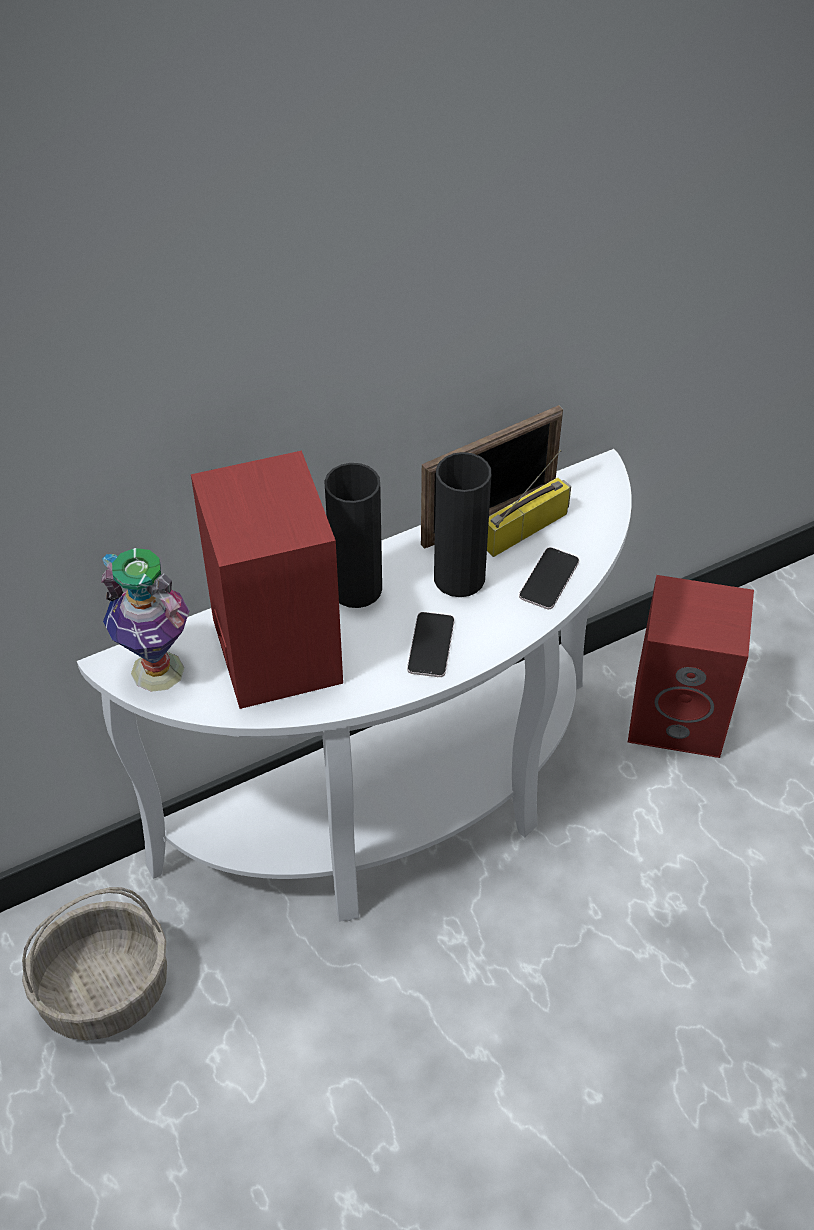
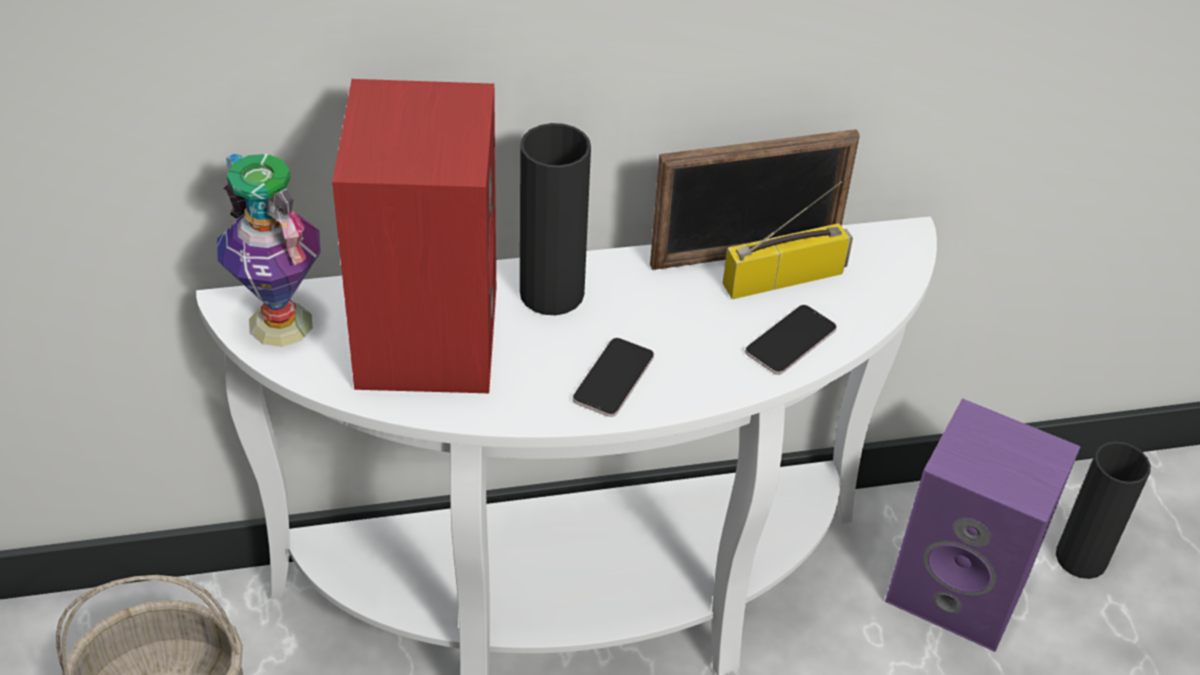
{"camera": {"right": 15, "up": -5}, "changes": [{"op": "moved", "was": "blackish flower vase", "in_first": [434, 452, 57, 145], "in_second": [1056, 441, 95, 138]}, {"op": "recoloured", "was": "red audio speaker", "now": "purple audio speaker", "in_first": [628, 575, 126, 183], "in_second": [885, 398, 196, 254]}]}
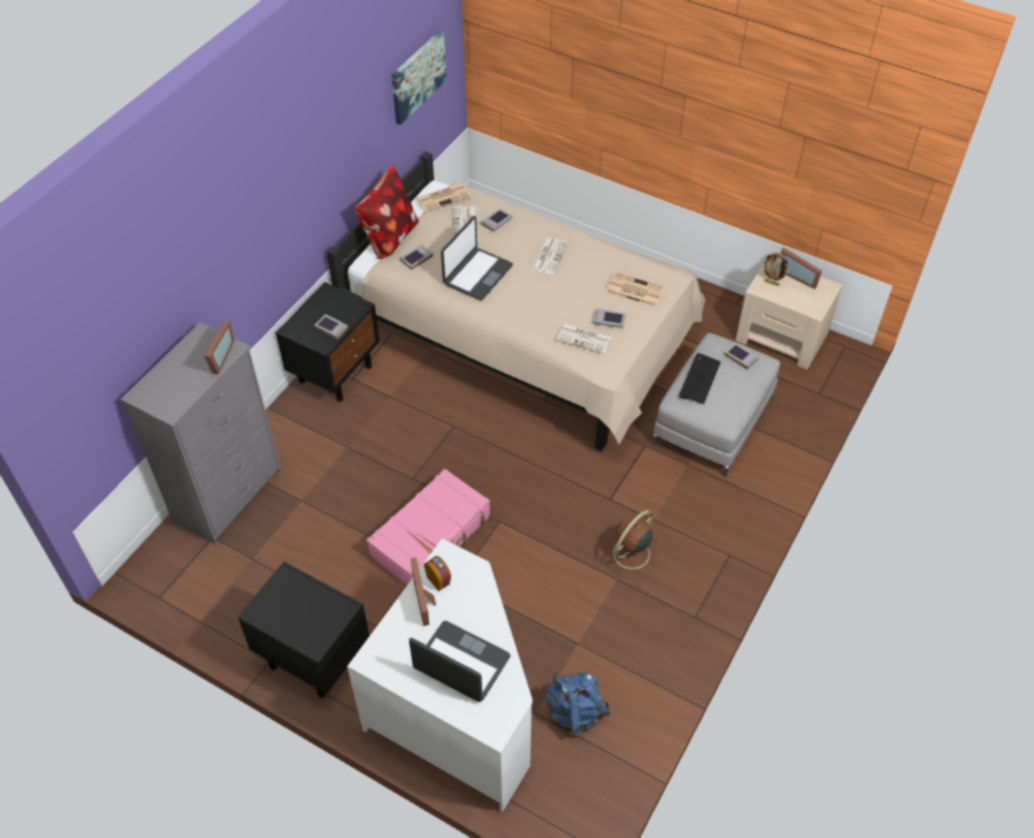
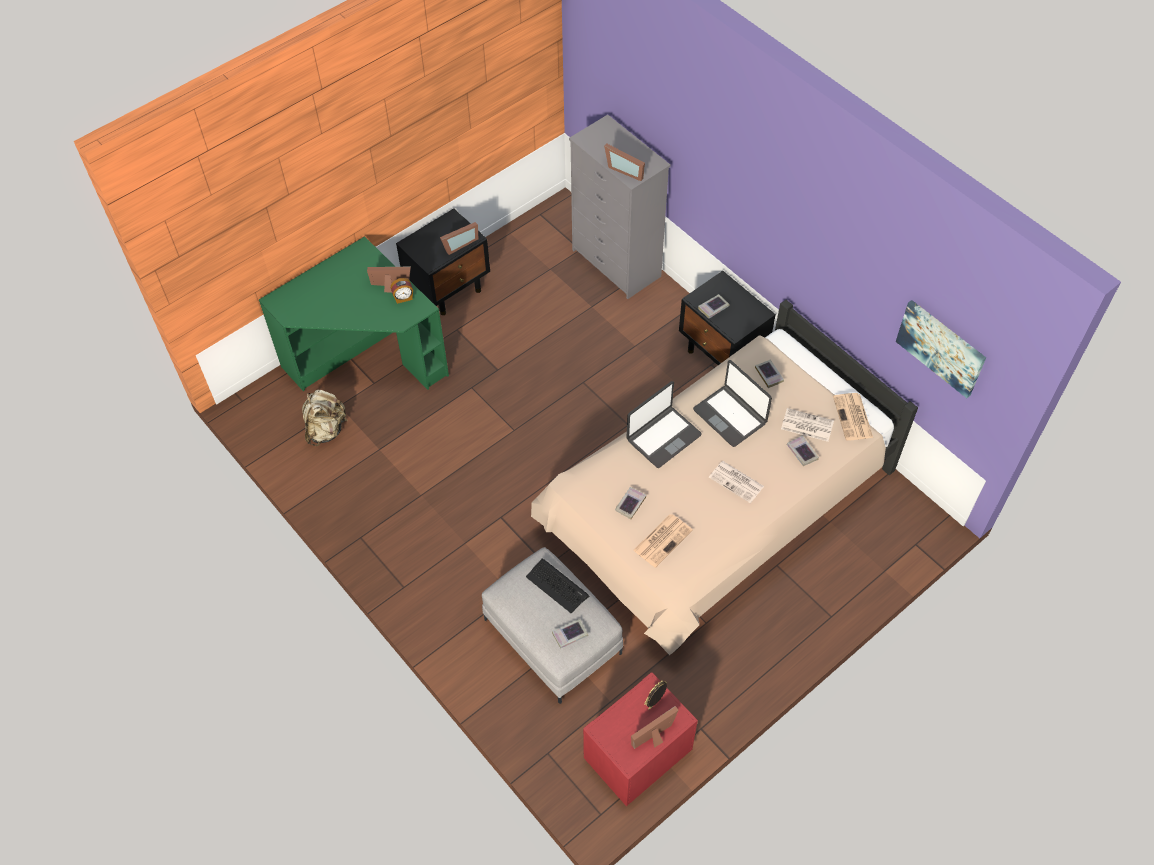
{"camera": {"right": 110, "up": 5}, "changes": [{"op": "removed", "was": "throw pillow", "in_first": [354, 165, 65, 94]}, {"op": "recoloured", "was": "beige bedside table", "now": "red bedside table", "in_first": [736, 264, 107, 105], "in_second": [583, 672, 115, 134]}, {"op": "removed", "was": "printed paper", "in_first": [556, 324, 55, 30]}, {"op": "removed", "was": "pink piece of luggage", "in_first": [366, 468, 124, 117]}, {"op": "removed", "was": "brownish fan", "in_first": [604, 510, 54, 69]}, {"op": "recoloured", "was": "white-coloured desk table", "now": "green-coloured desk table", "in_first": [347, 538, 185, 274], "in_second": [259, 236, 190, 155]}, {"op": "moved", "was": "laptop", "in_first": [409, 621, 102, 81], "in_second": [627, 381, 75, 87]}, {"op": "recoloured", "was": "blue knapsack", "now": "beige knapsack", "in_first": [545, 672, 65, 64], "in_second": [302, 390, 45, 56]}, {"op": "added", "now": "photo frame", "in_second": [440, 222, 39, 33]}]}
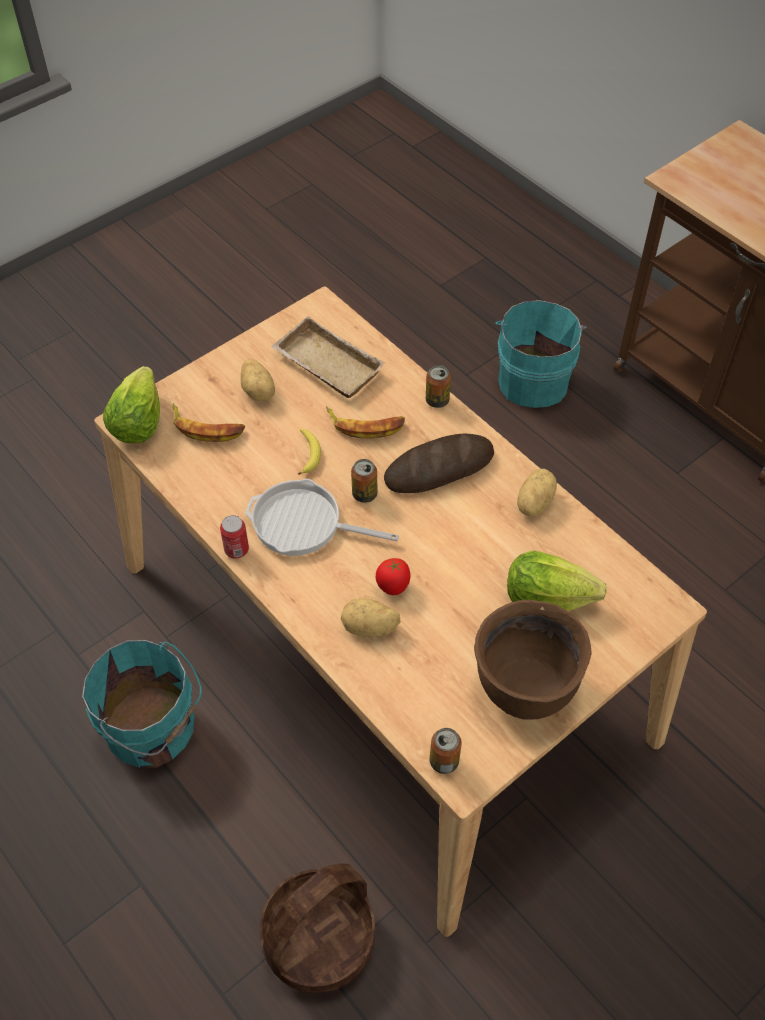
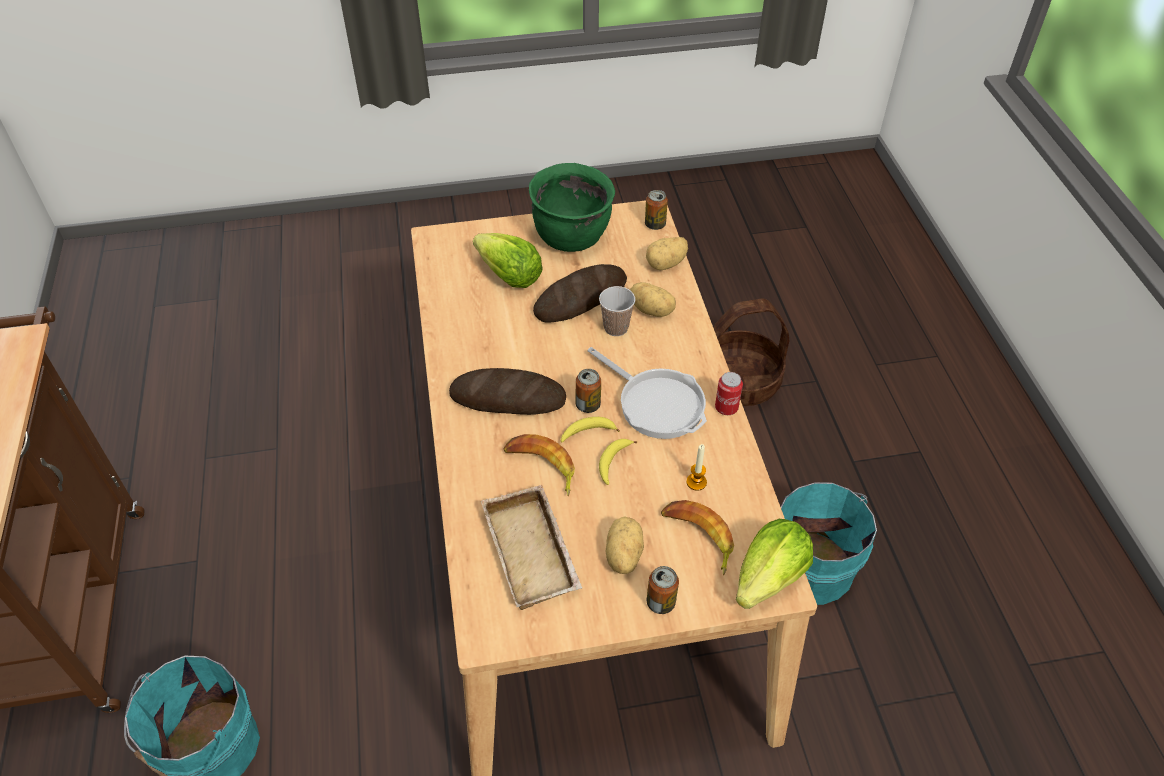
{"camera": {"right": -150, "up": -5}, "changes": [{"op": "moved", "was": "sealed can", "in_first": [426, 365, 25, 43], "in_second": [647, 566, 32, 48]}, {"op": "moved", "was": "spud", "in_first": [517, 469, 40, 48], "in_second": [646, 237, 42, 33]}, {"op": "replaced", "was": "fresh tomato", "now": "small cup", "in_first": [376, 558, 35, 37], "in_second": [599, 286, 36, 50]}, {"op": "recoloured", "was": "brownish saucepot", "now": "green-coloured saucepot", "in_first": [474, 600, 118, 120], "in_second": [529, 163, 86, 89]}, {"op": "added", "now": "baked bread", "in_second": [533, 264, 94, 59]}, {"op": "added", "now": "banana", "in_second": [561, 417, 59, 25]}, {"op": "added", "now": "wax light", "in_second": [686, 444, 21, 47]}]}
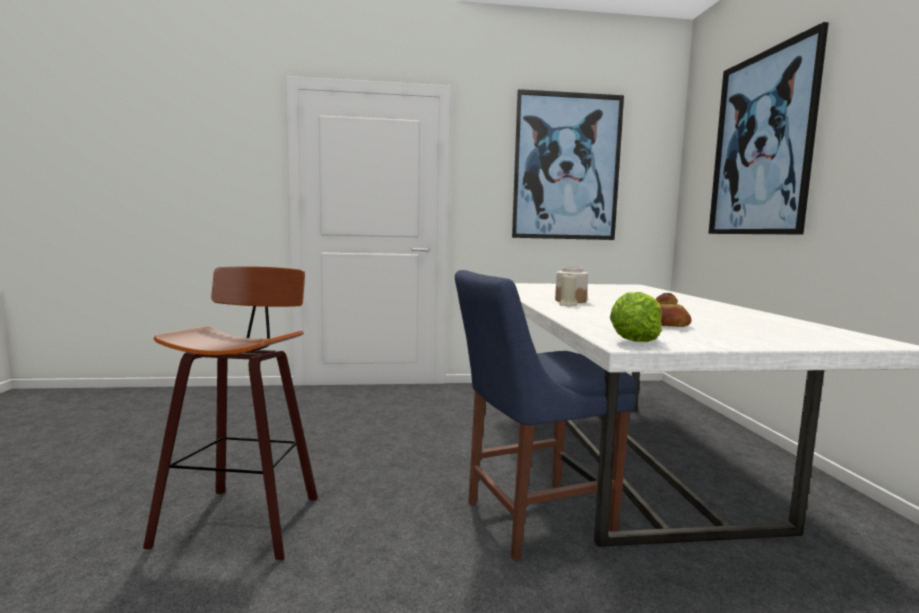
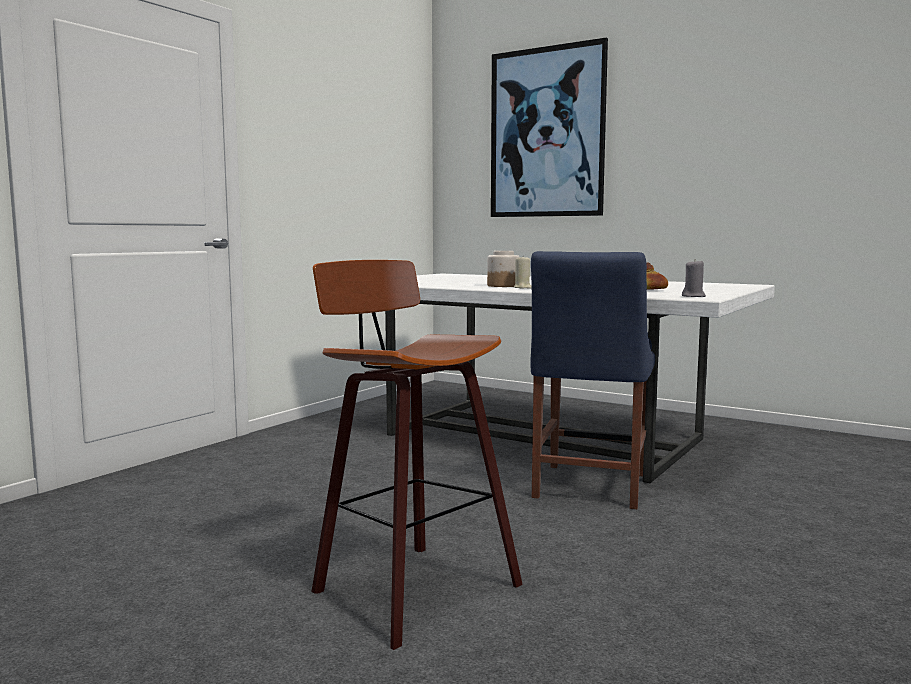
{"camera": {"right": -50, "up": 0}, "changes": [{"op": "removed", "was": "wall picture", "in_first": [512, 89, 112, 151]}, {"op": "replaced", "was": "head of lettuce", "now": "greyish wax light", "in_first": [610, 292, 52, 50], "in_second": [682, 259, 24, 38]}]}
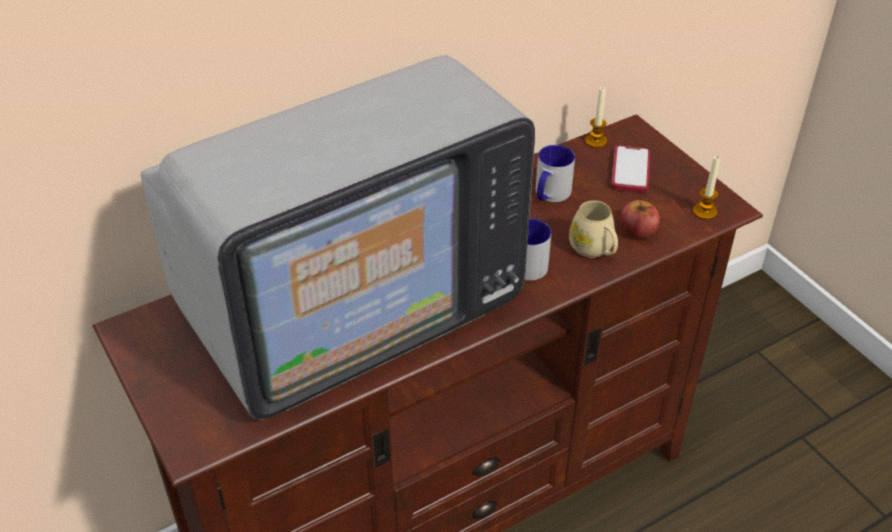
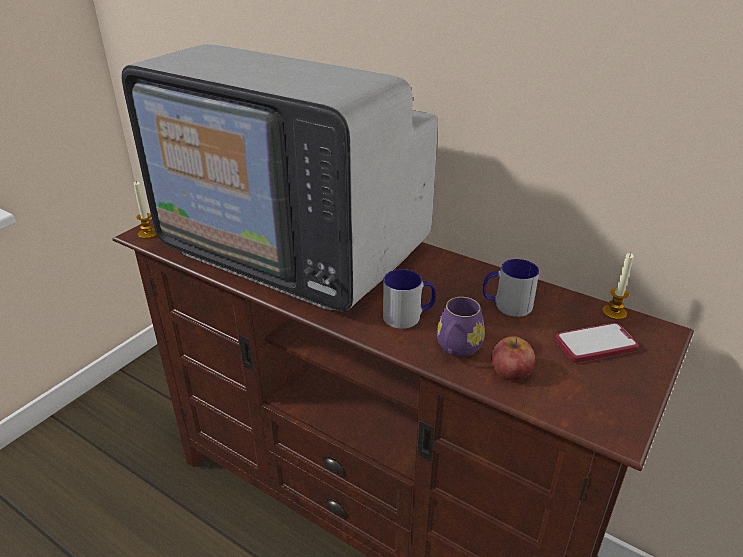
{"camera": {"right": 65, "up": -10}, "changes": [{"op": "moved", "was": "wax light", "in_first": [693, 156, 27, 64], "in_second": [134, 182, 23, 57]}, {"op": "recoloured", "was": "beige coffee mug", "now": "purple coffee mug", "in_first": [569, 200, 49, 58], "in_second": [437, 297, 48, 60]}]}
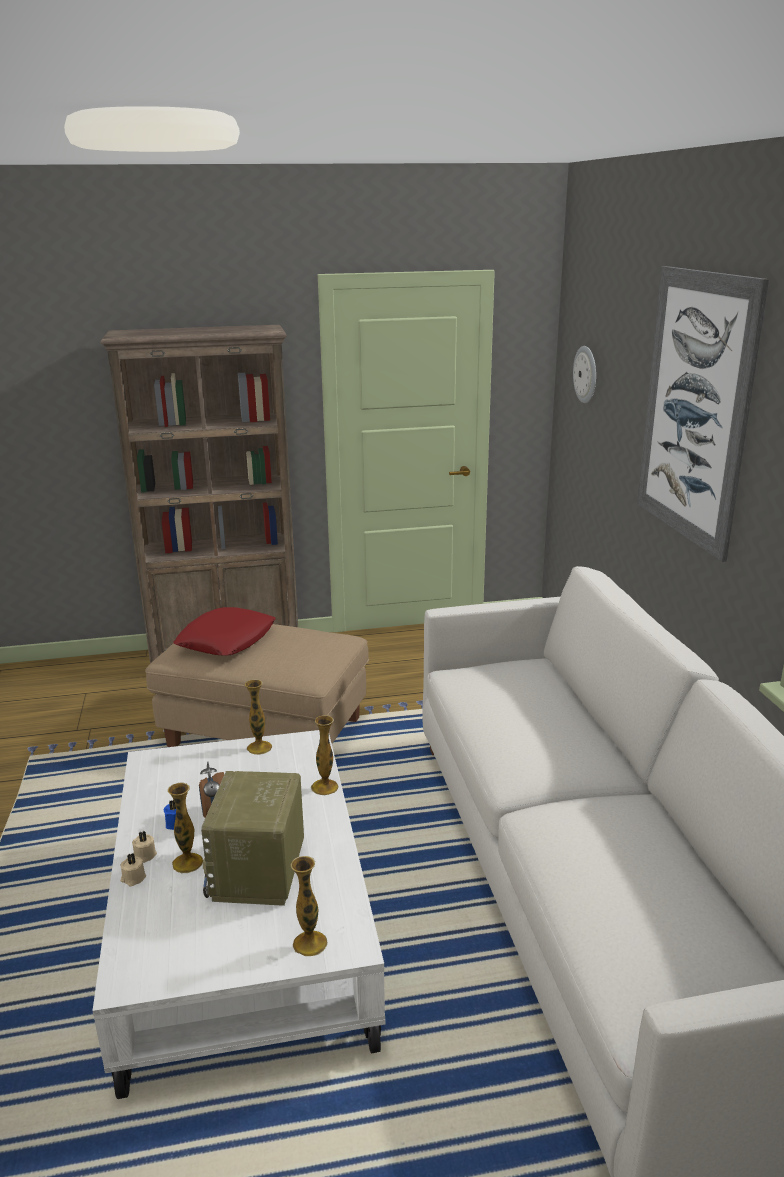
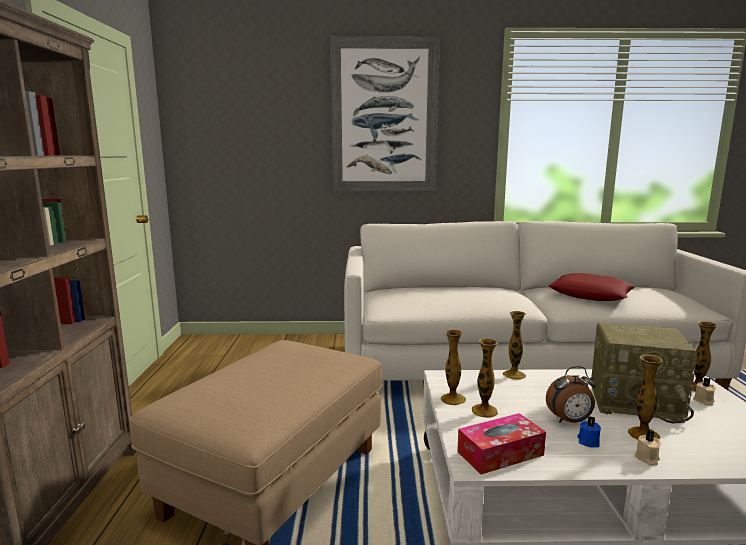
{"camera": {"right": -80, "up": -10}, "changes": [{"op": "removed", "was": "clock on the wall", "in_first": [573, 346, 23, 57]}, {"op": "moved", "was": "red throw pillow", "in_first": [173, 607, 103, 49], "in_second": [549, 273, 86, 28]}, {"op": "moved", "was": "beige wax light", "in_first": [120, 853, 26, 33], "in_second": [693, 378, 23, 28]}, {"op": "added", "now": "flower vase", "in_second": [472, 338, 26, 80]}, {"op": "added", "now": "box of tissues", "in_second": [457, 413, 89, 62]}]}
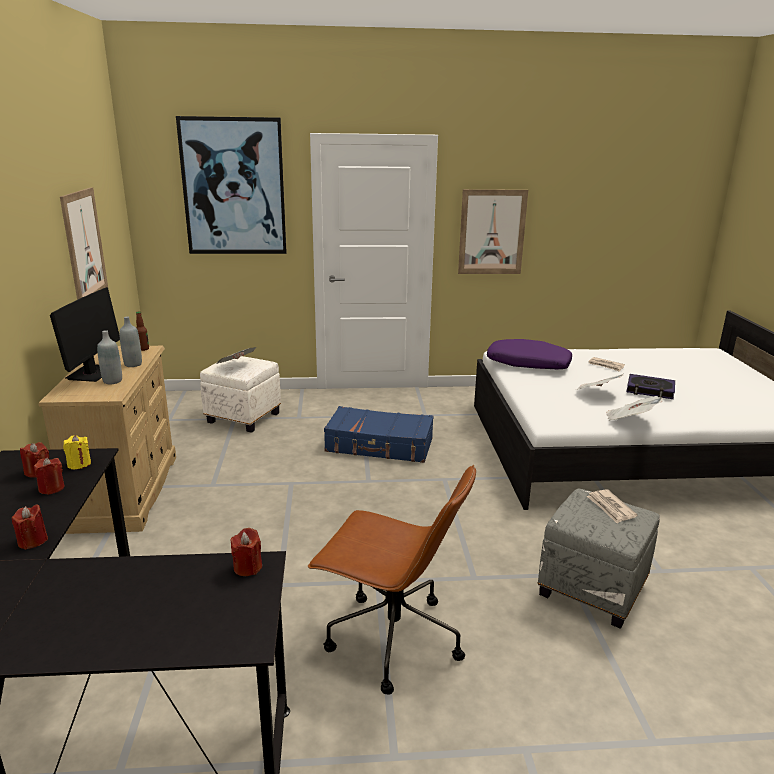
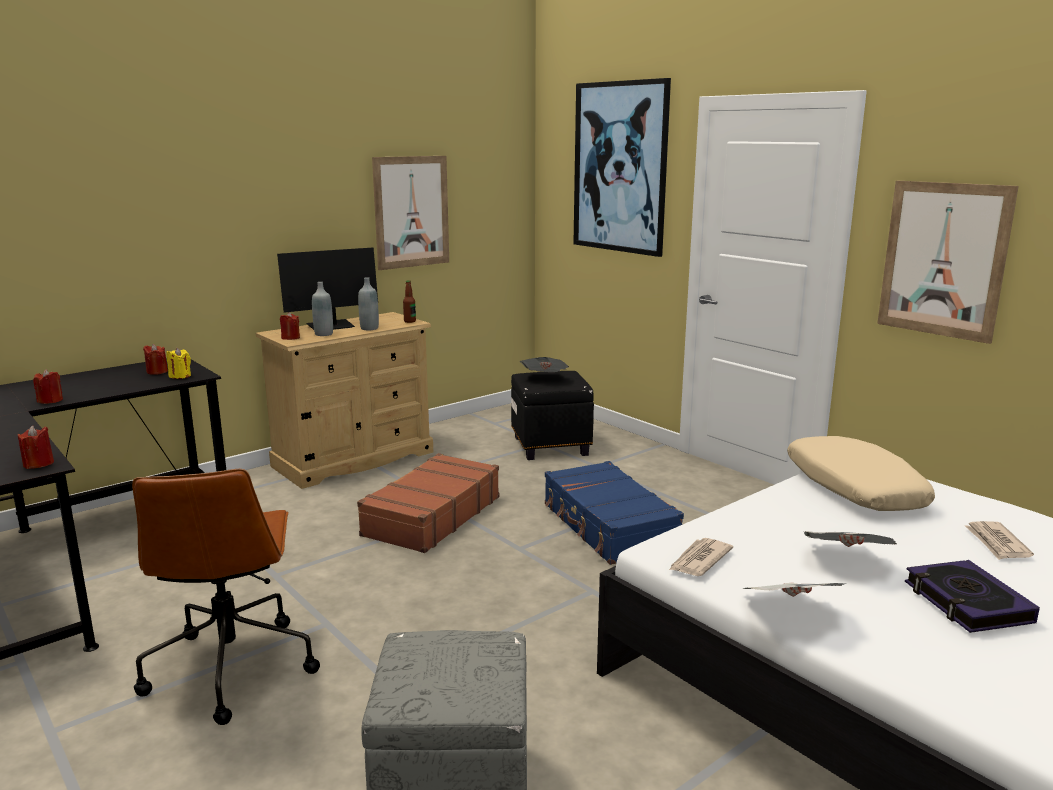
{"camera": {"right": 55, "up": -5}, "changes": [{"op": "recoloured", "was": "purple throw pillow", "now": "beige throw pillow", "in_first": [487, 339, 85, 30], "in_second": [787, 436, 148, 75]}, {"op": "recoloured", "was": "white-coloured pouffe", "now": "blackish pouffe", "in_first": [200, 356, 81, 77], "in_second": [511, 371, 83, 89]}, {"op": "moved", "was": "red wax light", "in_first": [34, 458, 31, 37], "in_second": [280, 312, 20, 28]}, {"op": "moved", "was": "printed paper", "in_first": [587, 489, 50, 34], "in_second": [669, 538, 64, 38]}, {"op": "added", "now": "brownish piece of luggage", "in_second": [357, 453, 142, 100]}]}
